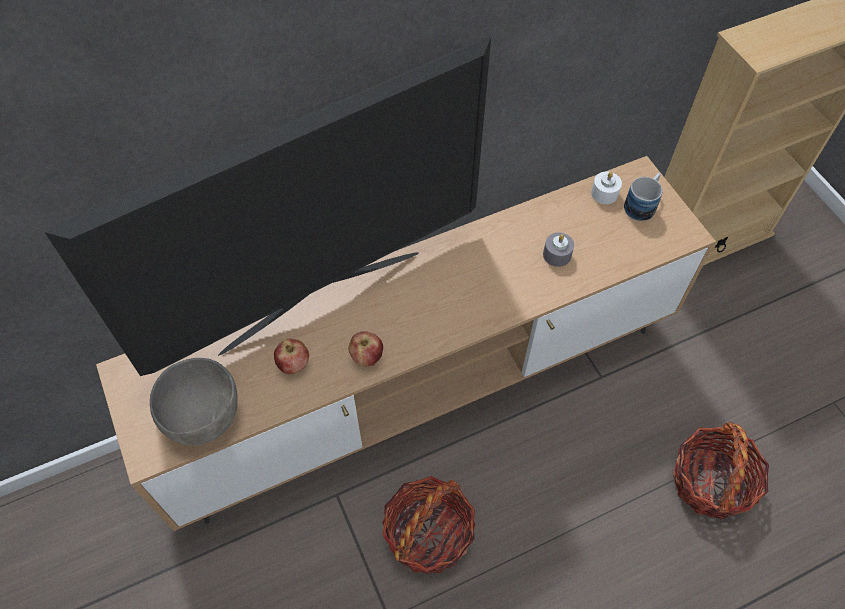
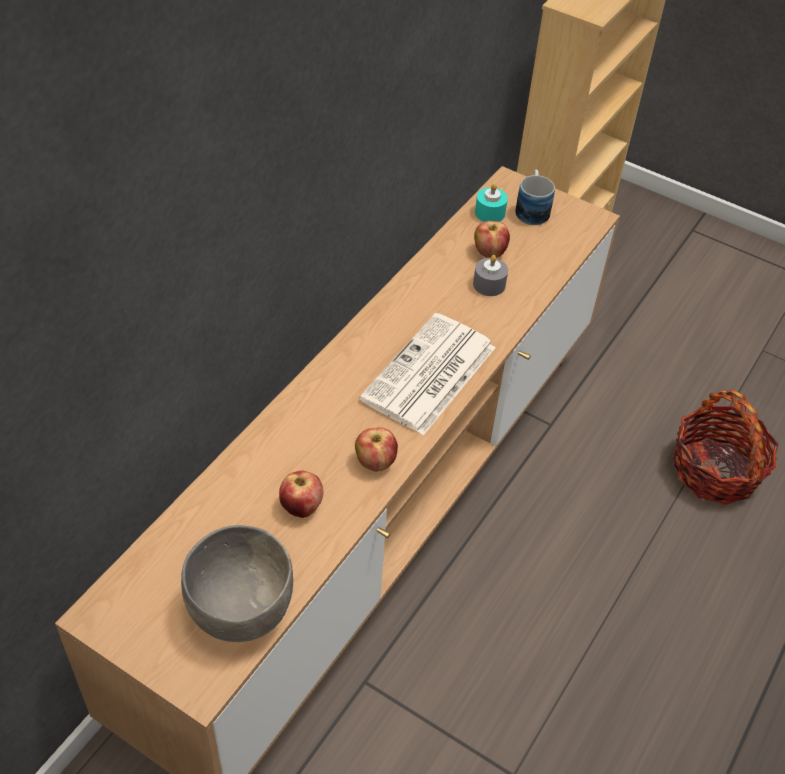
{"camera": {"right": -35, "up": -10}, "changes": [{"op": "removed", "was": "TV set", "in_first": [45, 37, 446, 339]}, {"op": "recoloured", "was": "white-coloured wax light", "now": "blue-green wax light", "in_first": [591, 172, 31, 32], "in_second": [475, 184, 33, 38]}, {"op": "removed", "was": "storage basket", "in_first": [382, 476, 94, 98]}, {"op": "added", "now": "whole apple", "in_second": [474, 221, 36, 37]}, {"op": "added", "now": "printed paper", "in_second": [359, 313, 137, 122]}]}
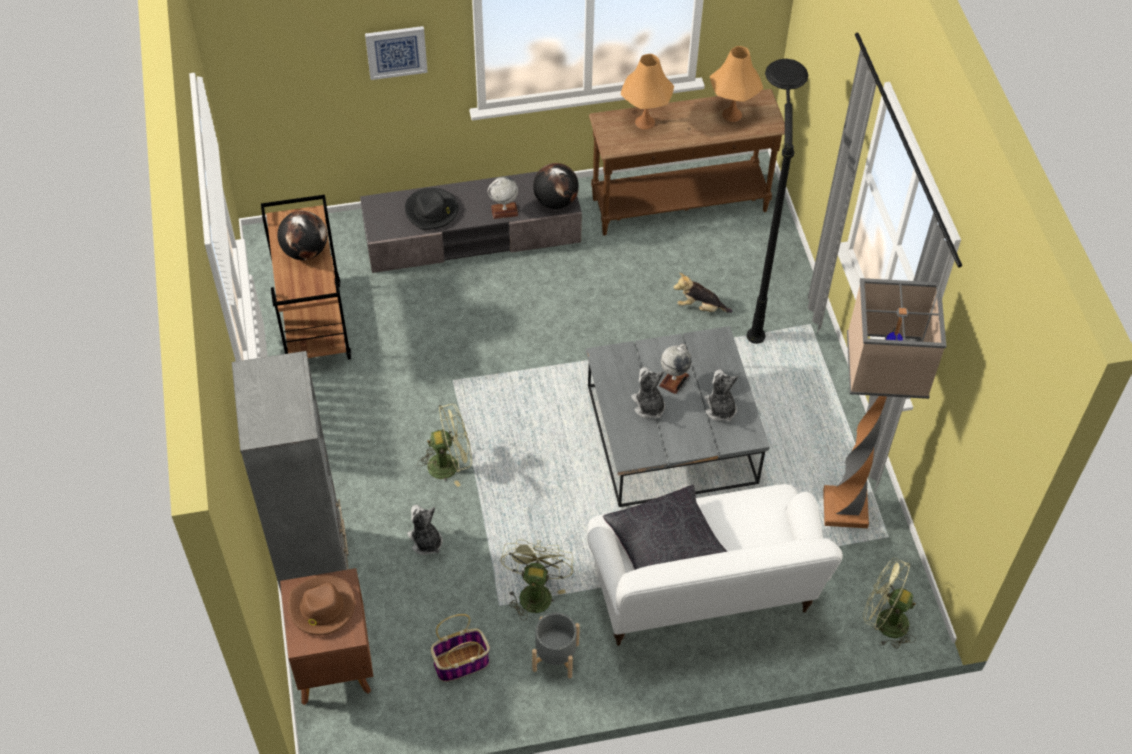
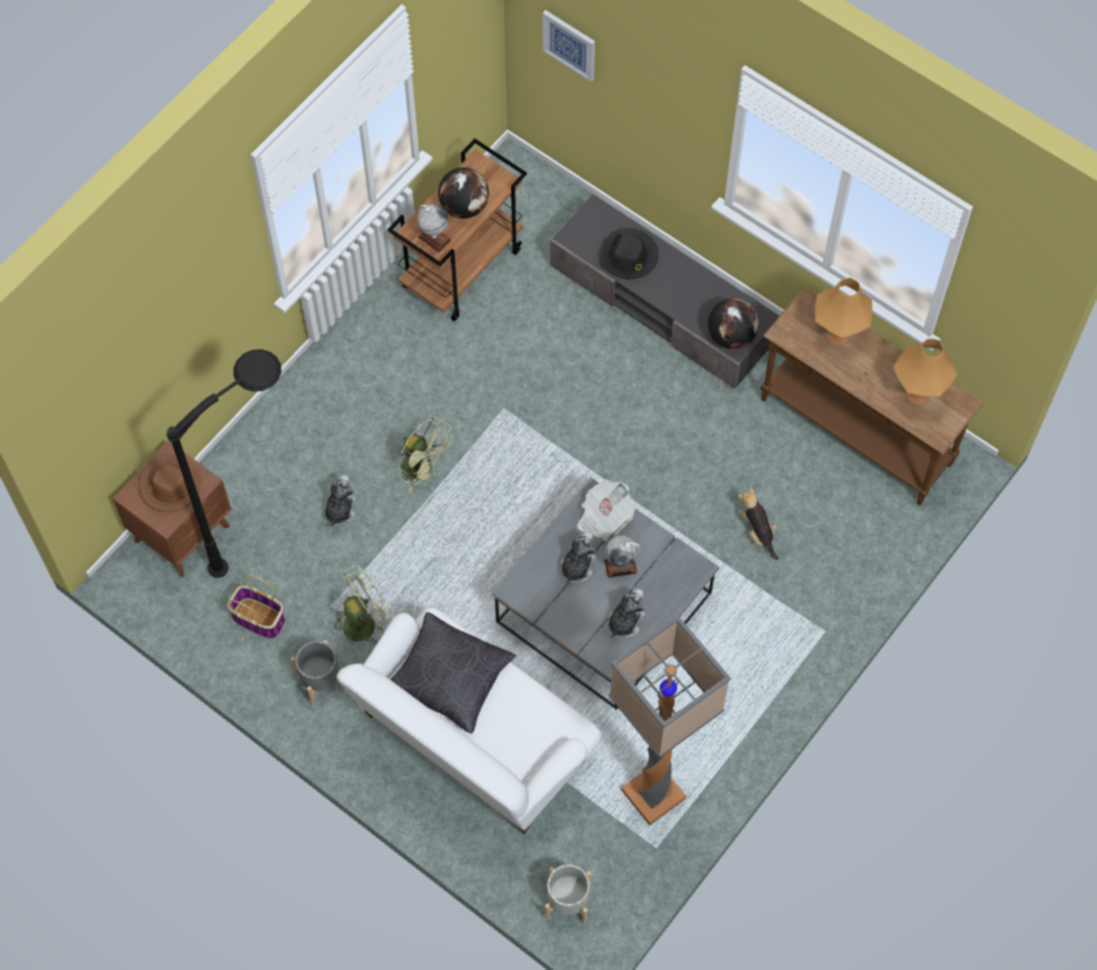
{"camera": {"right": 50, "up": 10}, "changes": [{"op": "moved", "was": "wall picture", "in_first": [365, 26, 63, 54], "in_second": [543, 10, 52, 72]}, {"op": "moved", "was": "blackish floor lamp", "in_first": [747, 59, 61, 285], "in_second": [167, 349, 114, 229]}, {"op": "moved", "was": "world globe", "in_first": [488, 176, 31, 43], "in_second": [417, 204, 35, 48]}, {"op": "removed", "was": "greyish bookcase", "in_first": [232, 351, 117, 244]}, {"op": "replaced", "was": "green-coloured fan", "now": "greyish plant pot", "in_first": [863, 558, 53, 91], "in_second": [545, 864, 47, 60]}, {"op": "added", "now": "printed paper", "in_second": [577, 479, 58, 62]}]}
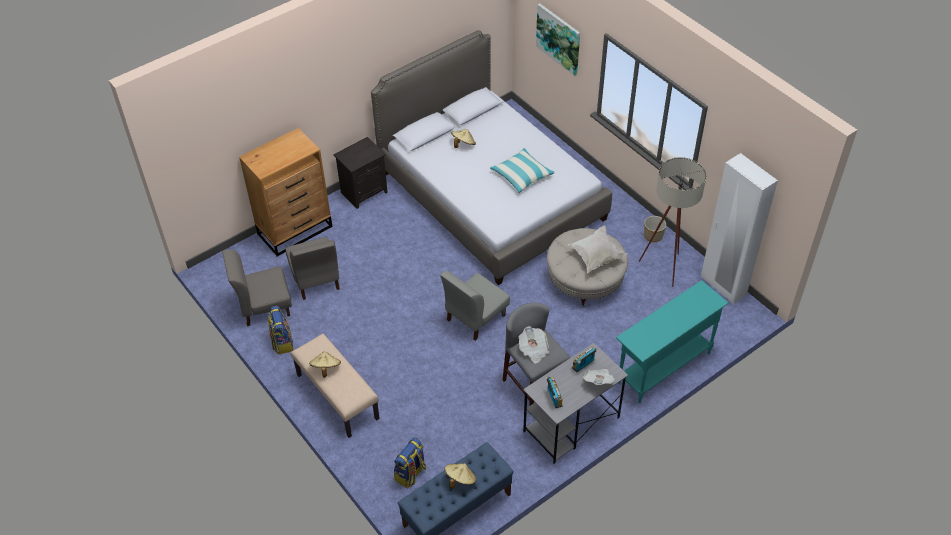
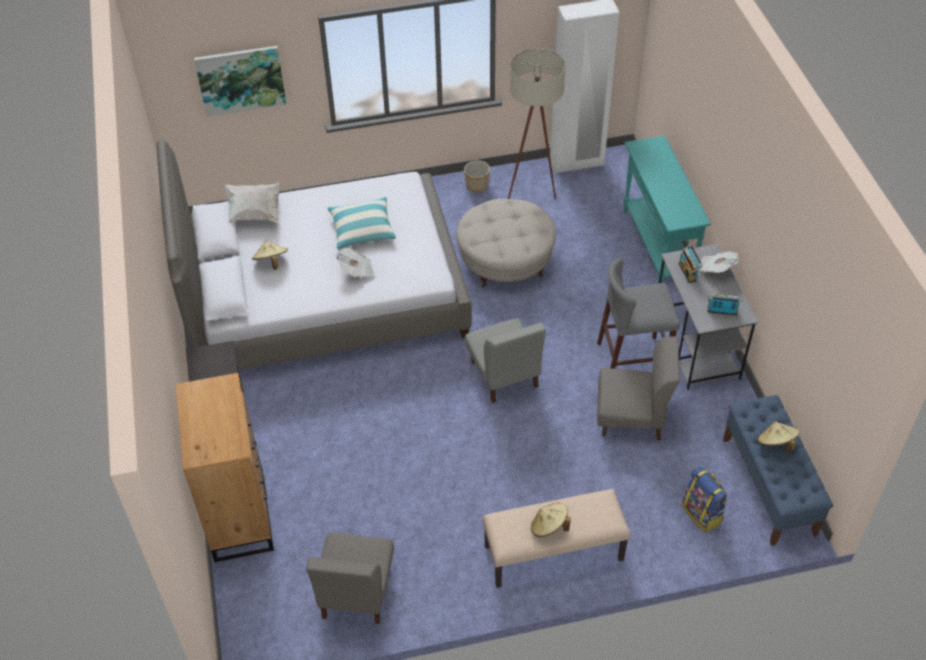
{"camera": {"right": -65, "up": 0}, "changes": [{"op": "moved", "was": "white-coloured throw pillow", "in_first": [568, 225, 59, 48], "in_second": [225, 182, 54, 41]}, {"op": "moved", "was": "greyish chair", "in_first": [285, 237, 55, 63], "in_second": [597, 336, 83, 104]}, {"op": "removed", "was": "knapsack", "in_first": [268, 306, 25, 48]}, {"op": "moved", "was": "printed paper", "in_first": [519, 326, 30, 37], "in_second": [335, 248, 40, 30]}]}
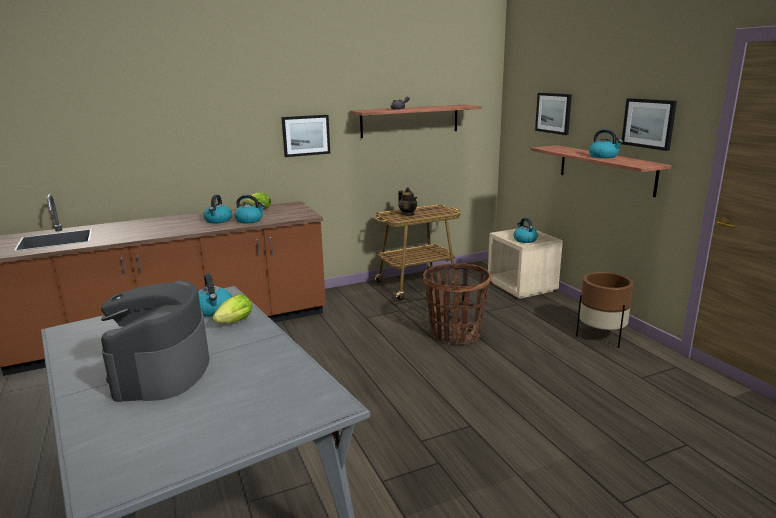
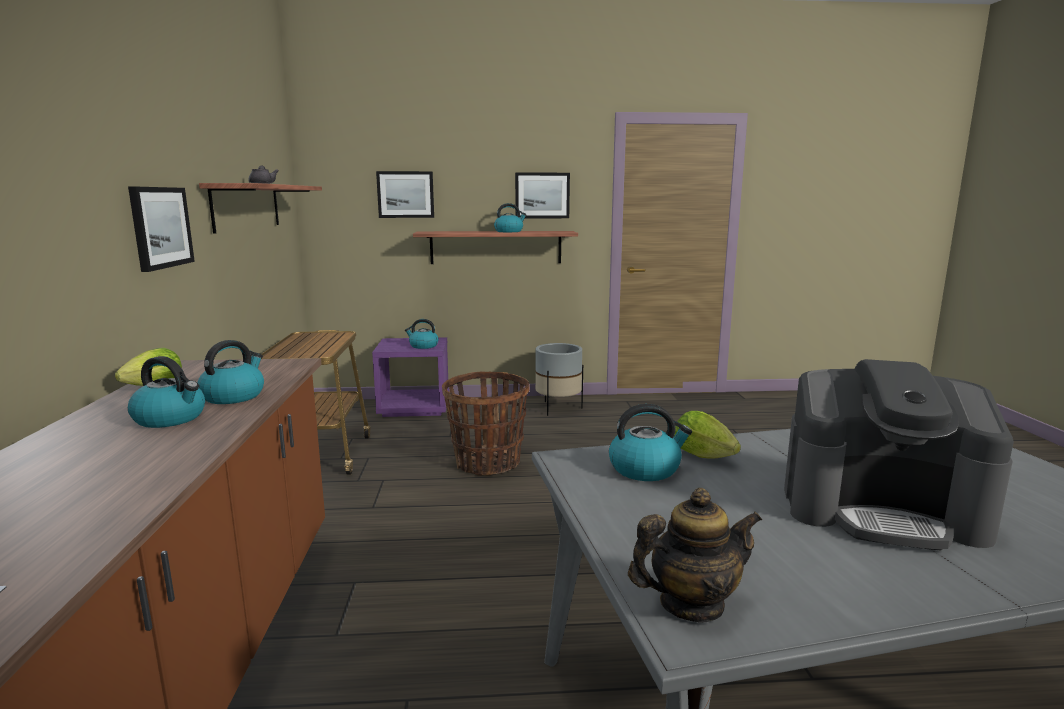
{"camera": {"right": -70, "up": -5}, "changes": [{"op": "moved", "was": "pot for tea", "in_first": [398, 187, 19, 29], "in_second": [628, 488, 134, 135]}, {"op": "recoloured", "was": "beige bedside table", "now": "purple bedside table", "in_first": [488, 229, 75, 70], "in_second": [372, 338, 77, 79]}, {"op": "recoloured", "was": "brownish plant pot", "now": "greyish plant pot", "in_first": [576, 272, 57, 76], "in_second": [535, 343, 48, 73]}]}
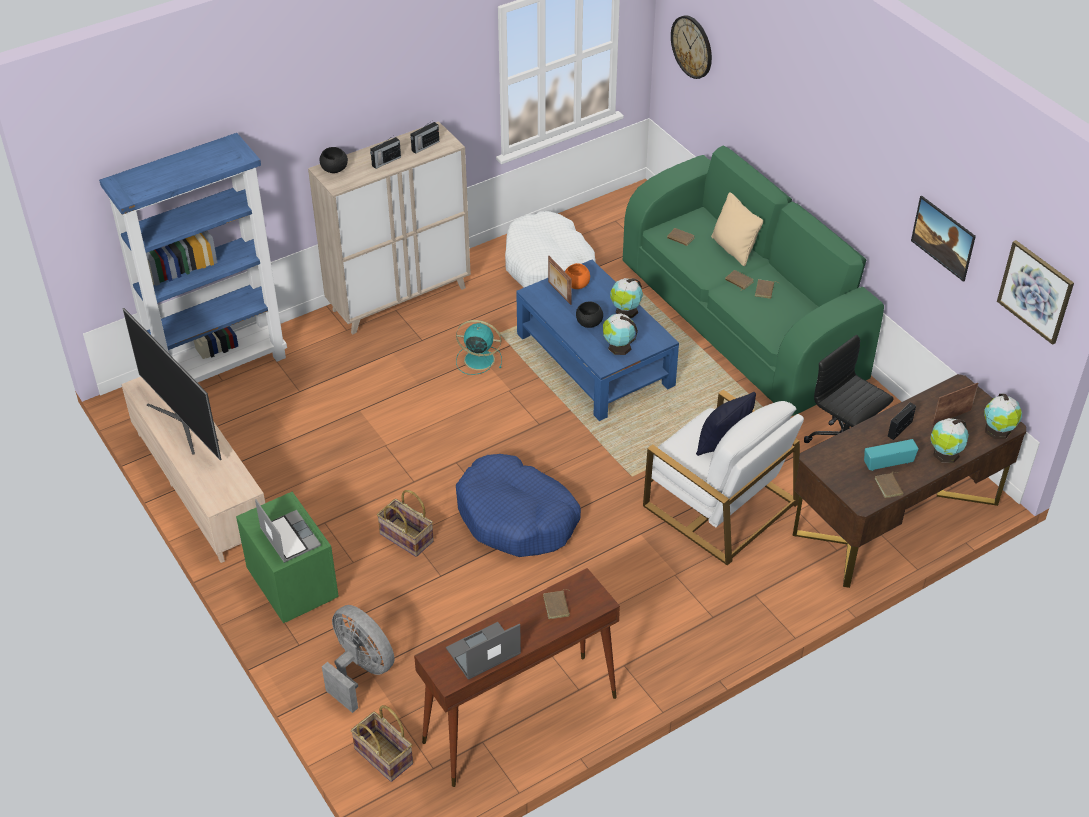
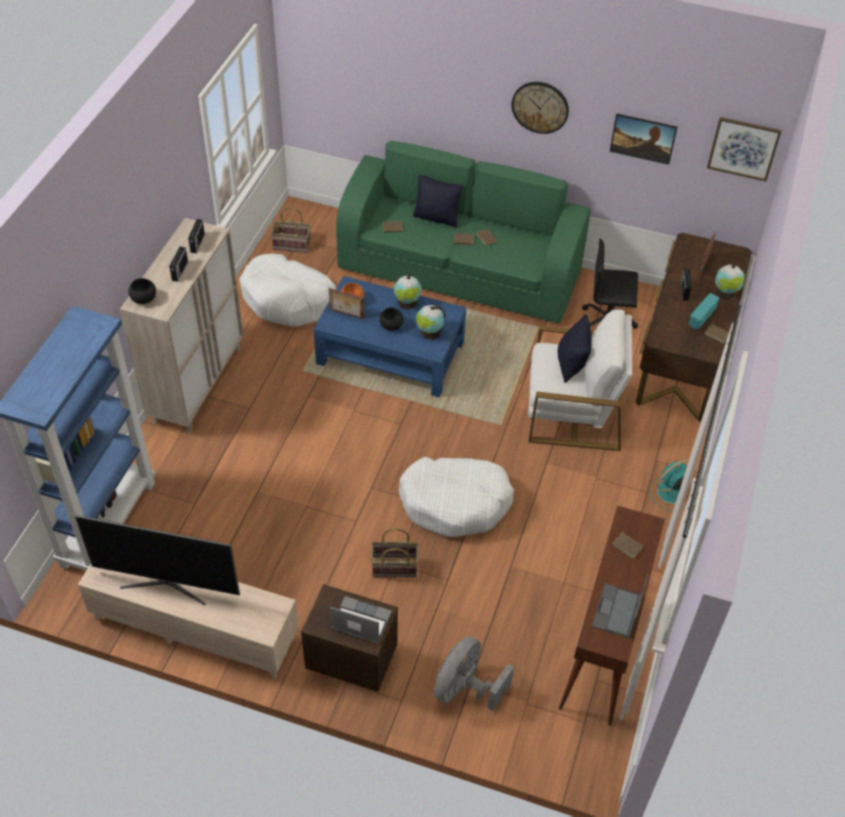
{"camera": {"right": -40, "up": 5}, "changes": [{"op": "moved", "was": "clock on the wall", "in_first": [671, 15, 41, 64], "in_second": [511, 82, 58, 52]}, {"op": "recoloured", "was": "beige throw pillow", "now": "blackish throw pillow", "in_first": [711, 192, 52, 74], "in_second": [413, 175, 50, 53]}, {"op": "moved", "was": "blue-green fan", "in_first": [456, 320, 46, 55], "in_second": [649, 459, 42, 52]}, {"op": "removed", "was": "world globe", "in_first": [984, 394, 38, 45]}, {"op": "recoloured", "was": "blue pet bed", "now": "white-coloured pet bed", "in_first": [456, 454, 125, 103], "in_second": [399, 457, 115, 80]}, {"op": "recoloured", "was": "green-coloured bedside table", "now": "brownish bedside table", "in_first": [236, 492, 103, 131], "in_second": [301, 584, 97, 108]}, {"op": "turned", "was": "greyish fan", "in_first": [322, 605, 72, 108], "in_second": [434, 636, 80, 75], "clockwise": -60}, {"op": "moved", "was": "storage basket", "in_first": [351, 705, 62, 77], "in_second": [271, 207, 40, 46]}]}
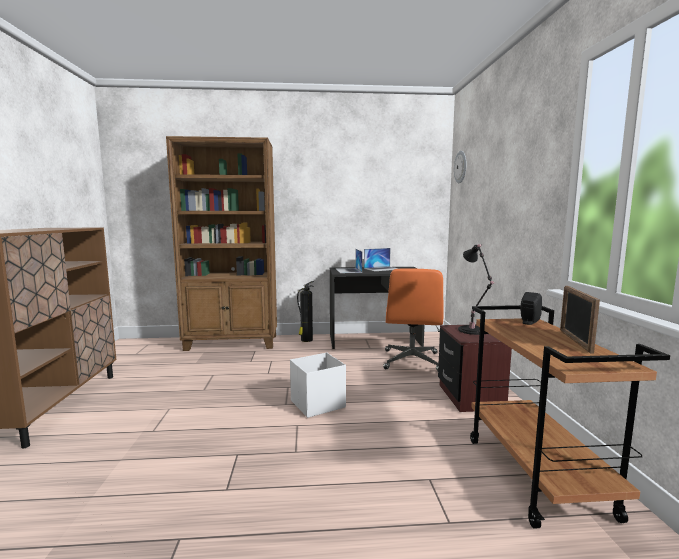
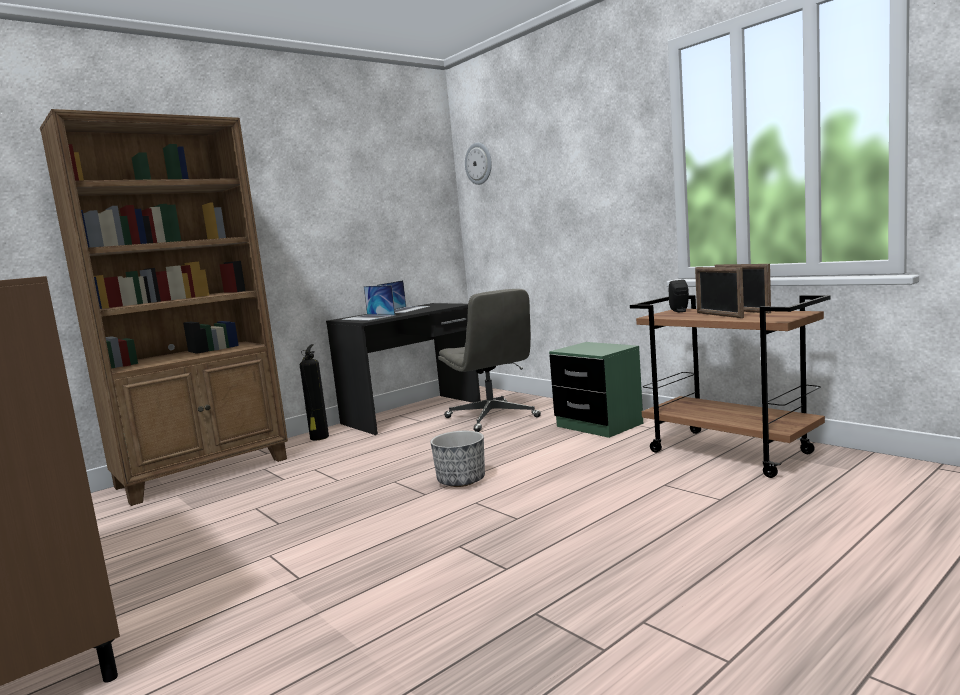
{"camera": {"right": -35, "up": 0}, "changes": [{"op": "removed", "was": "blackish table lamp", "in_first": [458, 244, 36, 91]}, {"op": "recoloured", "was": "orange computer chair", "now": "greyish computer chair", "in_first": [383, 268, 61, 103], "in_second": [439, 289, 102, 143]}, {"op": "recoloured", "was": "brownish bedside table", "now": "green-coloured bedside table", "in_first": [438, 324, 74, 88], "in_second": [549, 342, 94, 96]}, {"op": "replaced", "was": "white-coloured storage bin", "now": "plant pot", "in_first": [290, 353, 56, 65], "in_second": [430, 431, 55, 56]}, {"op": "added", "now": "photo frame", "in_second": [695, 267, 49, 51]}]}
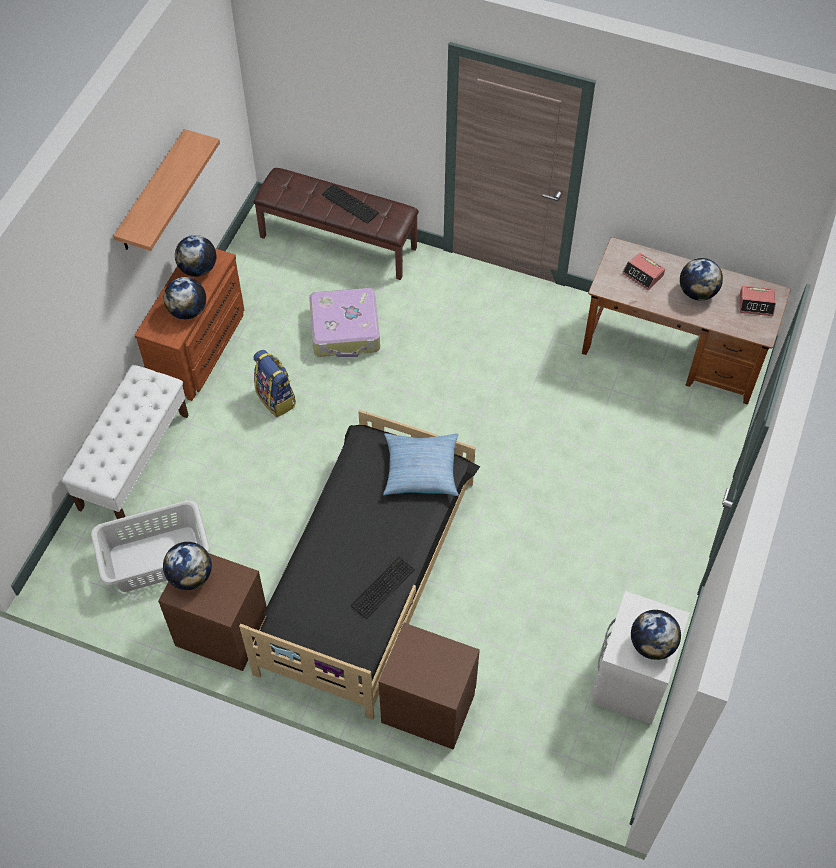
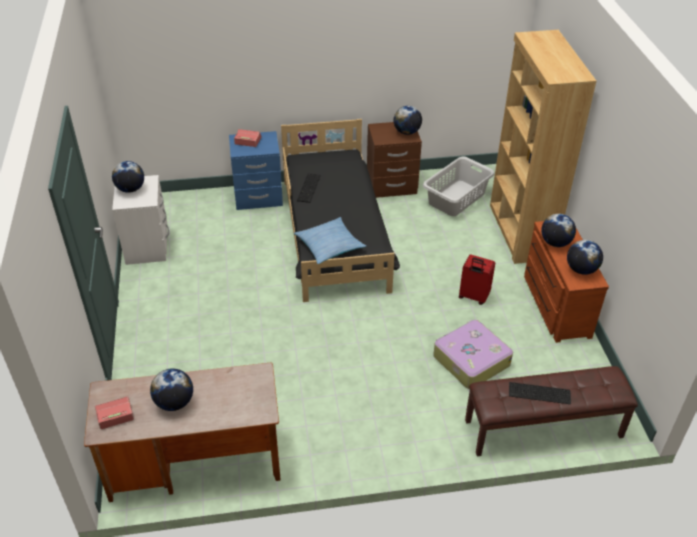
{"camera": {"right": 150, "up": -15}, "changes": [{"op": "removed", "was": "bracket shelf", "in_first": [113, 129, 107, 122]}, {"op": "moved", "was": "alarm clock", "in_first": [622, 252, 43, 38], "in_second": [234, 129, 28, 18]}, {"op": "replaced", "was": "knapsack", "now": "red piece of luggage", "in_first": [254, 350, 42, 67], "in_second": [459, 254, 36, 51]}, {"op": "replaced", "was": "white-coloured bench", "now": "brownish bookcase", "in_first": [61, 365, 128, 154], "in_second": [490, 30, 107, 234]}, {"op": "recoloured", "was": "brownish bedside table", "now": "blue bedside table", "in_first": [379, 623, 101, 127], "in_second": [229, 131, 54, 79]}]}
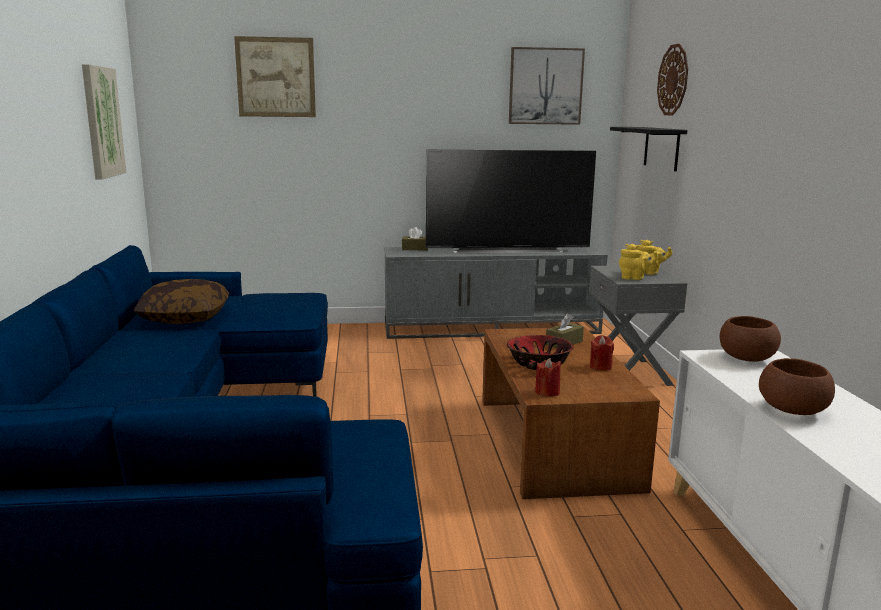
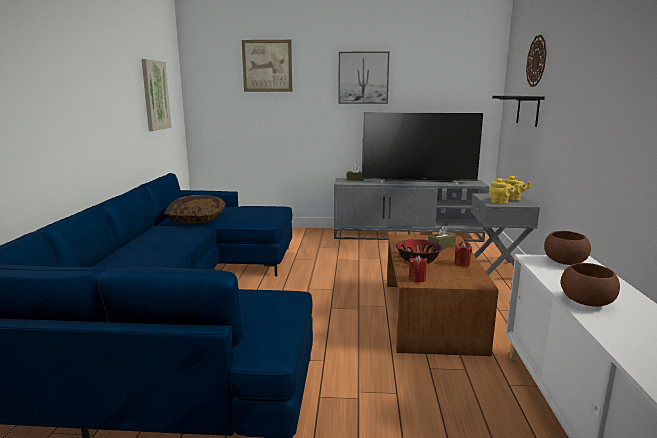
{"camera": {"right": 10, "up": 0}, "changes": [{"op": "moved", "was": "wall picture", "in_first": [509, 47, 76, 78], "in_second": [338, 51, 51, 53]}]}
